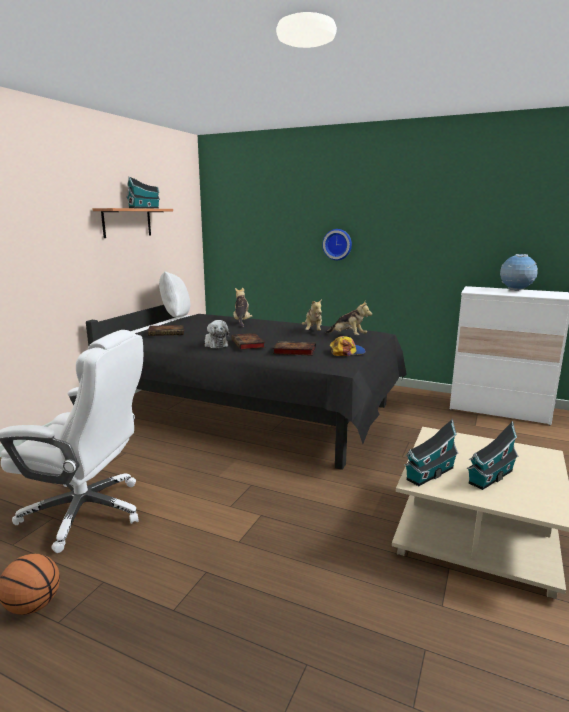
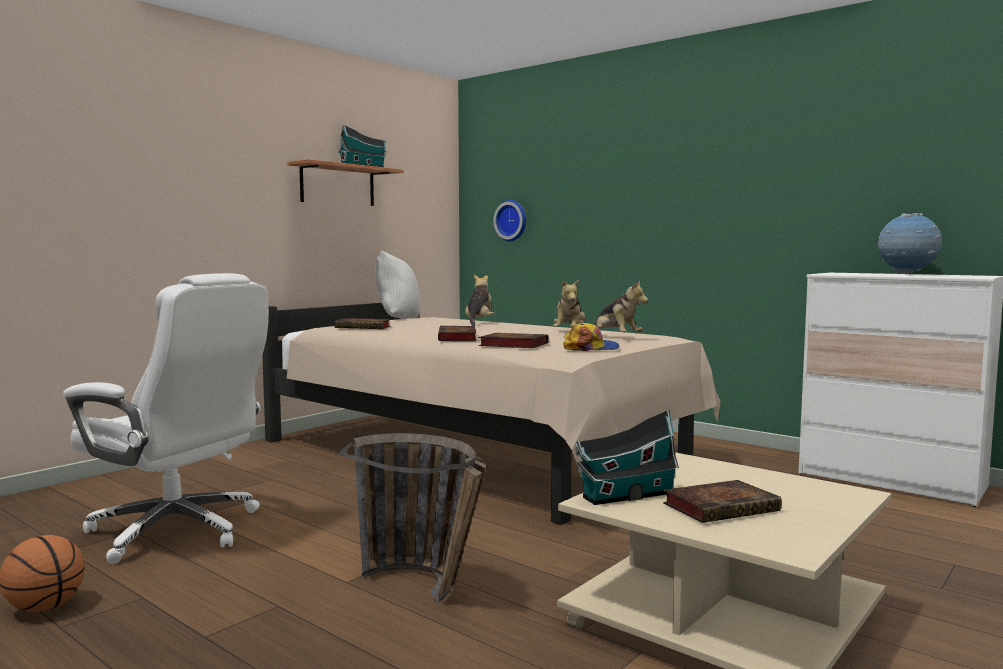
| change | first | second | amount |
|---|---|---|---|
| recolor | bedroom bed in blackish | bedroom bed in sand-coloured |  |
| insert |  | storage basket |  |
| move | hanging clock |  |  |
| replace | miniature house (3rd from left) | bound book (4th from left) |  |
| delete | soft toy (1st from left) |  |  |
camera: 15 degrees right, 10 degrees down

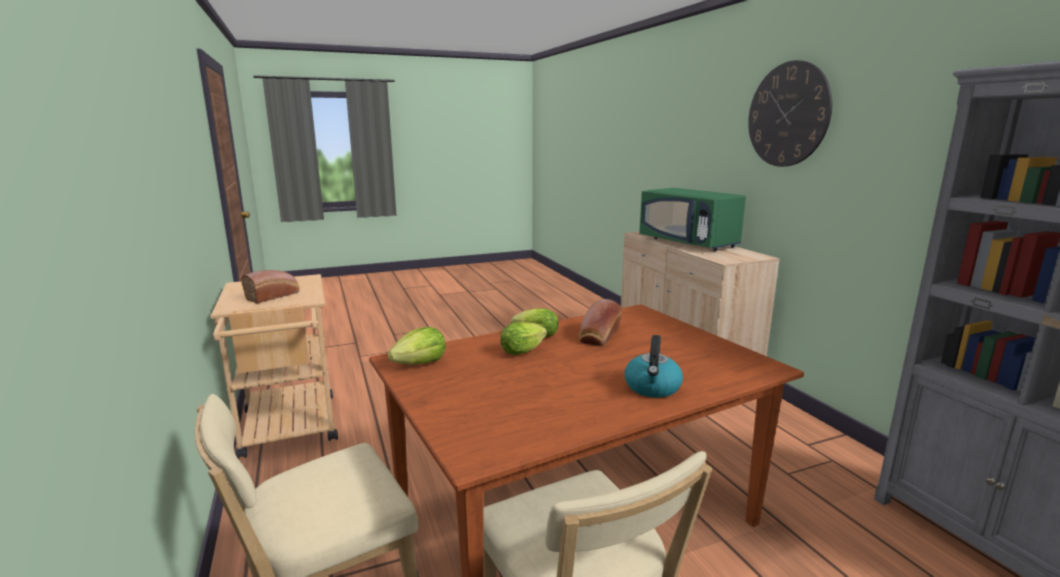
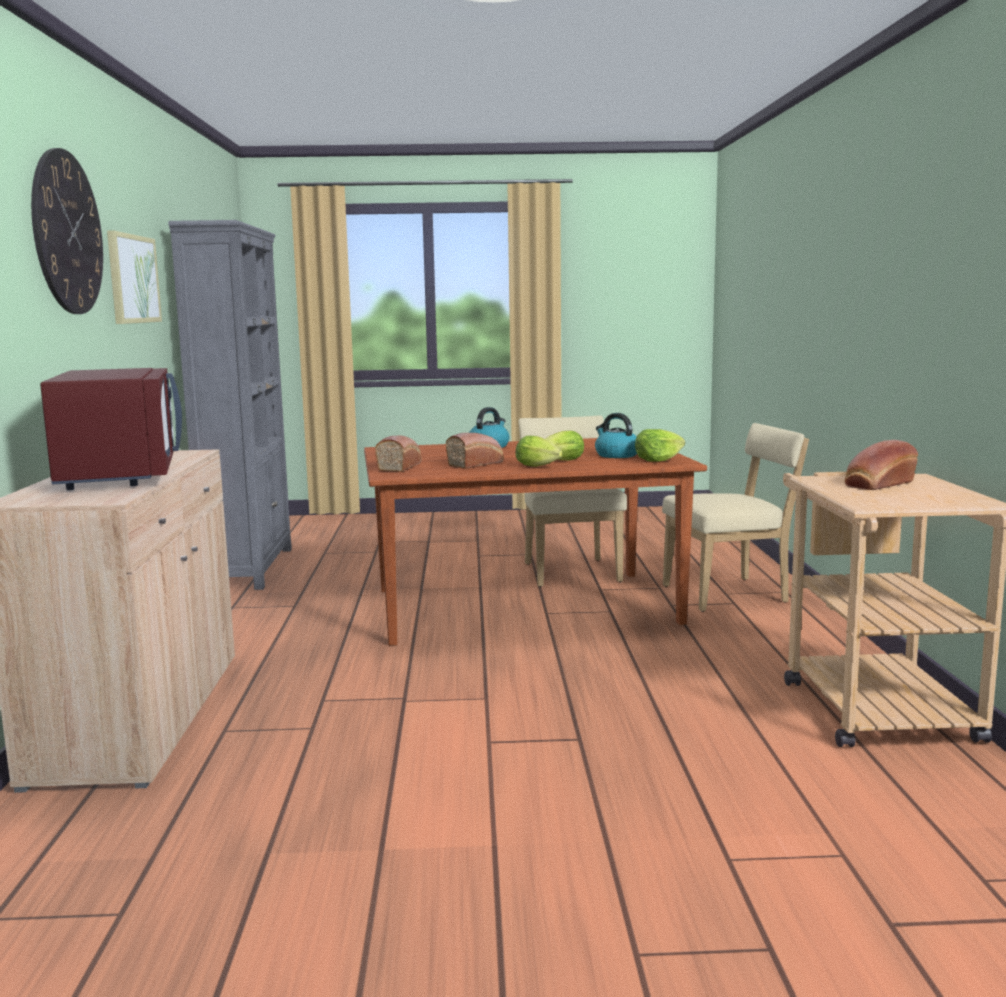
| change | first | second | amount |
|---|---|---|---|
| recolor | kitchen microwave in green | kitchen microwave in reddish |  |
| insert |  | picture |  |
| insert |  | bread (1st from left) |  |
| insert |  | kettle (2nd from left) |  |
camera: 160 degrees left, 5 degrees down

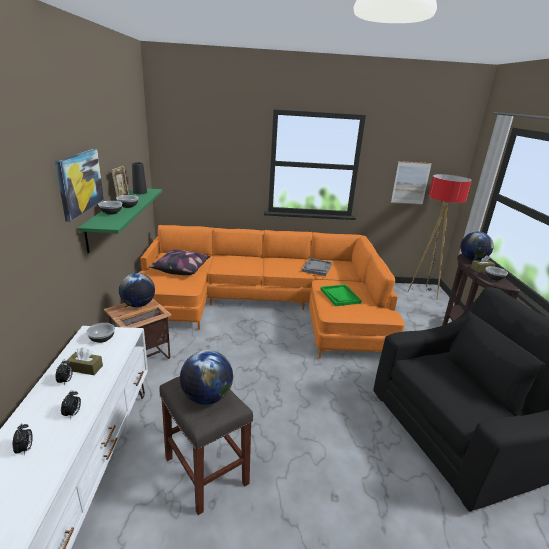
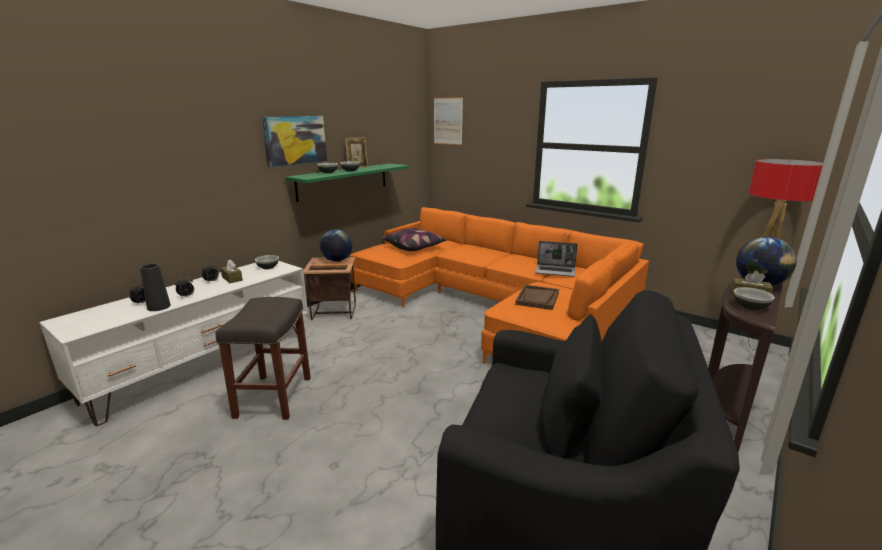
| change | first | second | amount |
|---|---|---|---|
| move | vase in blackish |  |  |
| move | picture (2nd from left) |  |  |
| recolor | serving tray in green | serving tray in brown |  |
| replace | serving tray in gray | portable computer |  |
| delete | world globe (2nd from left) |  |  |
camera: 40 degrees right, 5 degrees down

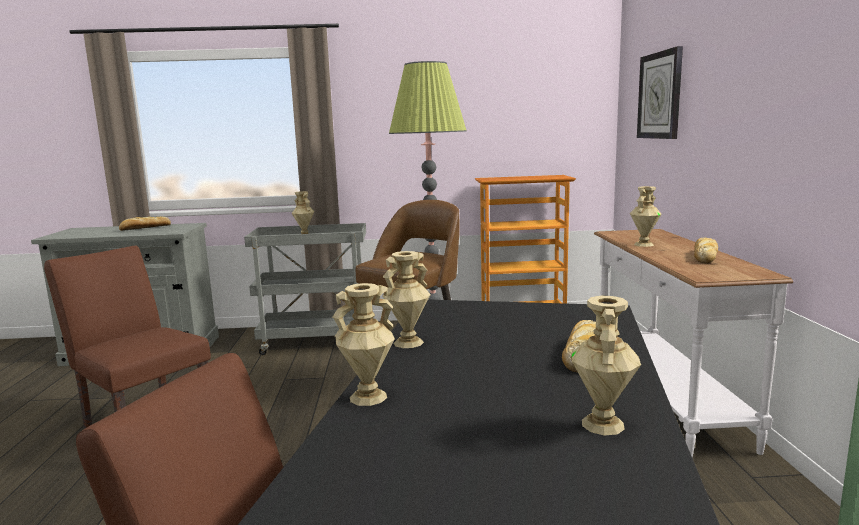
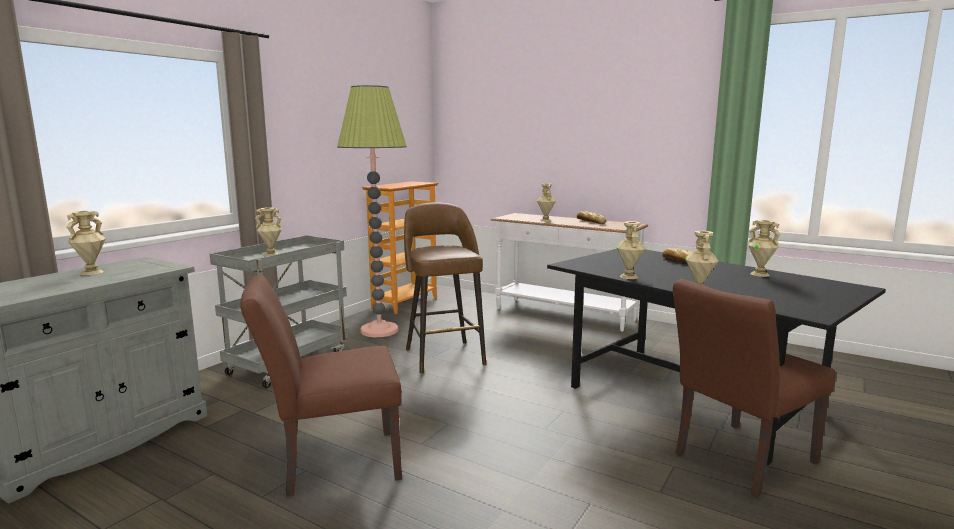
| change | first | second | amount |
|---|---|---|---|
| replace | bread (1st from left) | vase in sand-coloured (1st from left) |  |
| delete | hanging clock |  |  |
camera: 55 degrees left, 0 degrees up

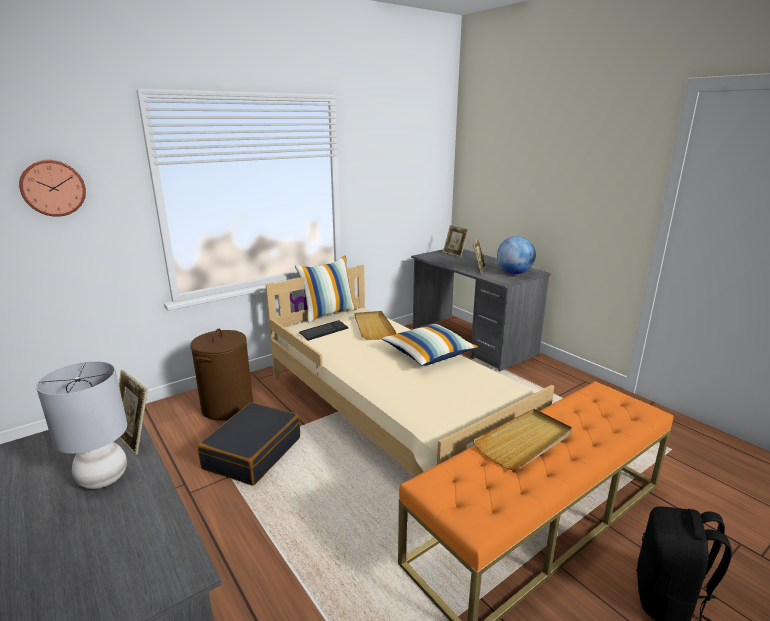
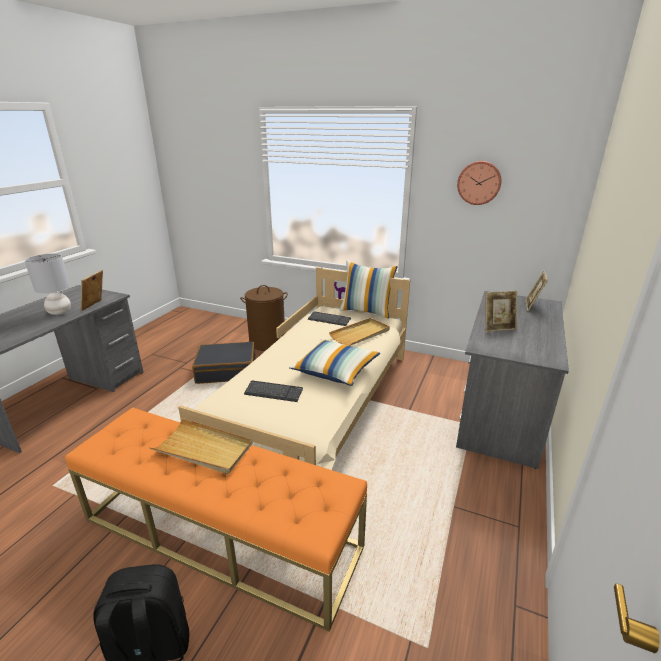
| change | first | second | amount |
|---|---|---|---|
| insert |  | computer keyboard (1st from left) |  |
| move | hanging clock |  |  |
| delete | world globe |  |  |
camera: 60 degrees right, 5 degrees up

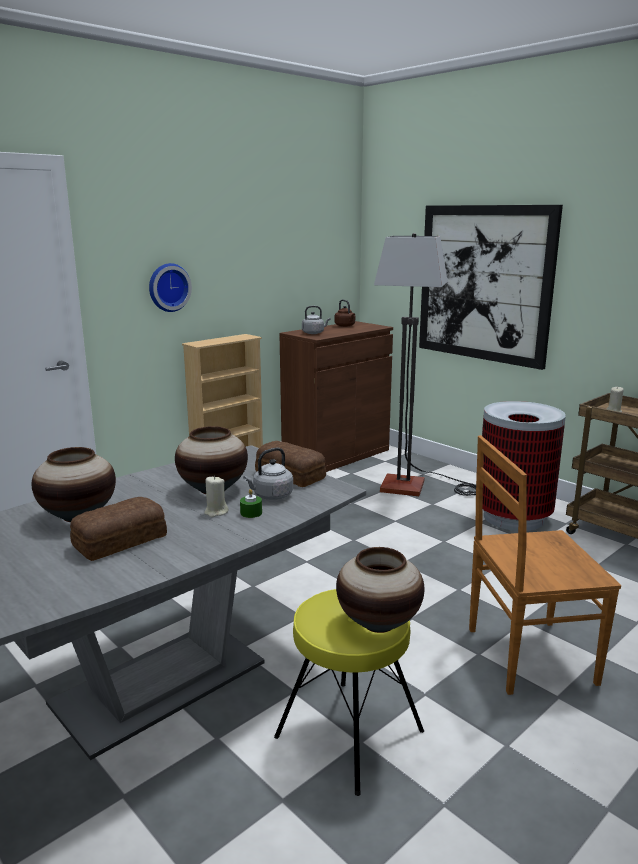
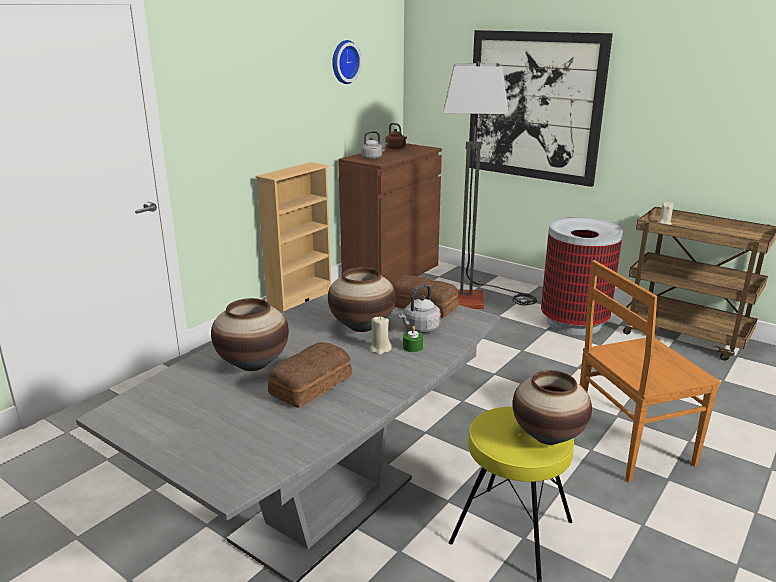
| change | first | second | amount |
|---|---|---|---|
| move | hanging clock |  |  |
camera: 10 degrees left, 5 degrees up

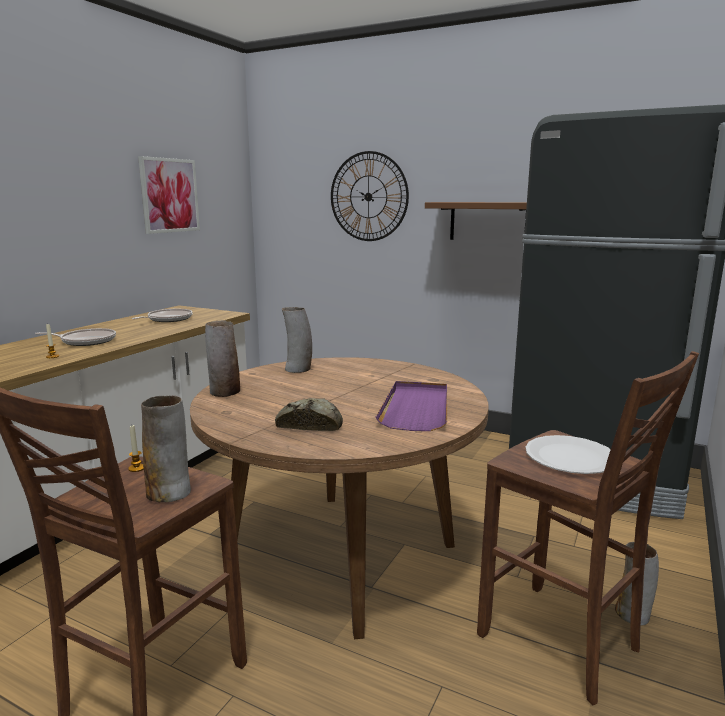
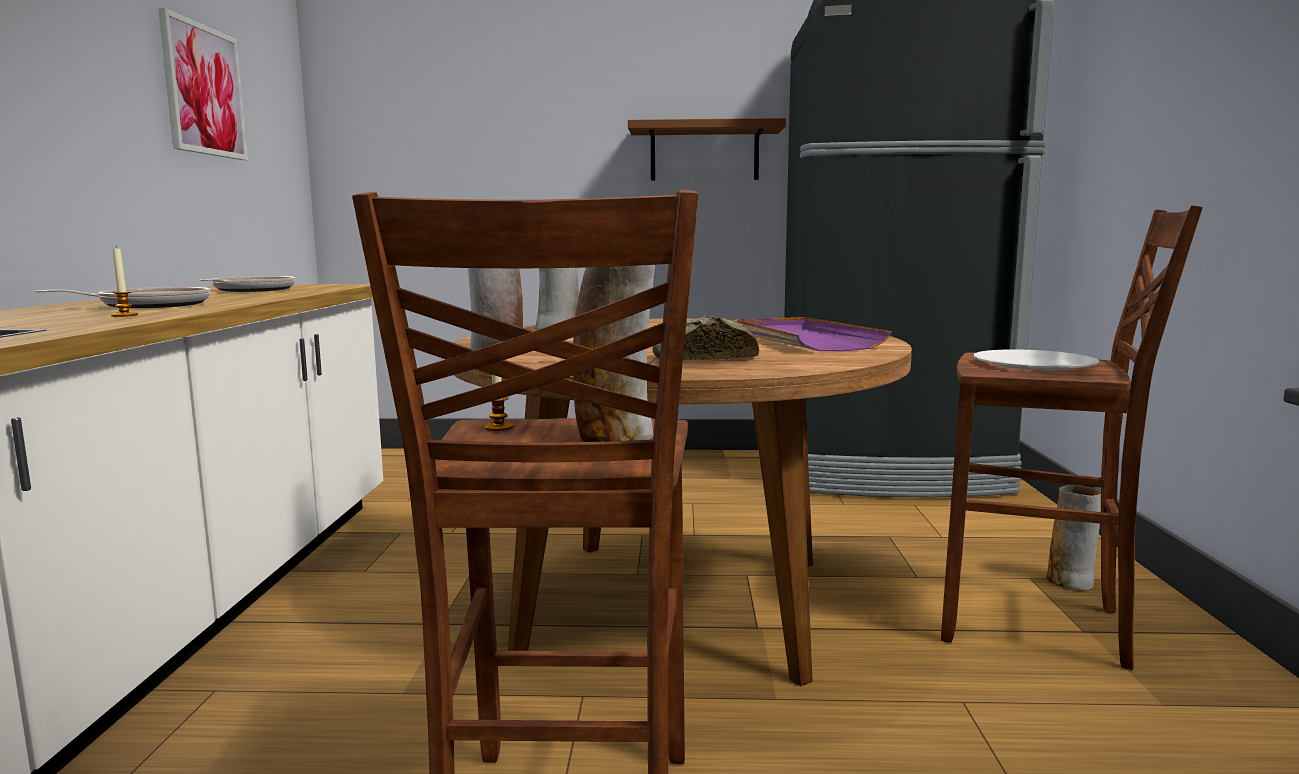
| change | first | second | amount |
|---|---|---|---|
| delete | hanging clock |  |  |
camera: 25 degrees left, 5 degrees down

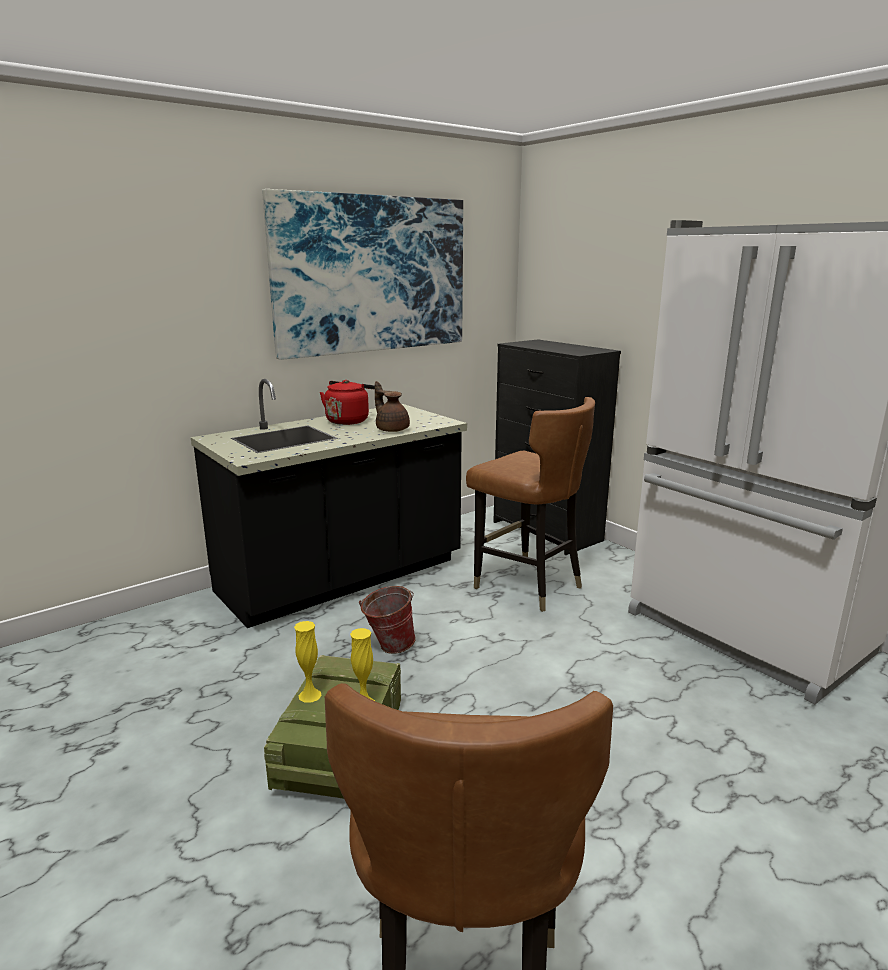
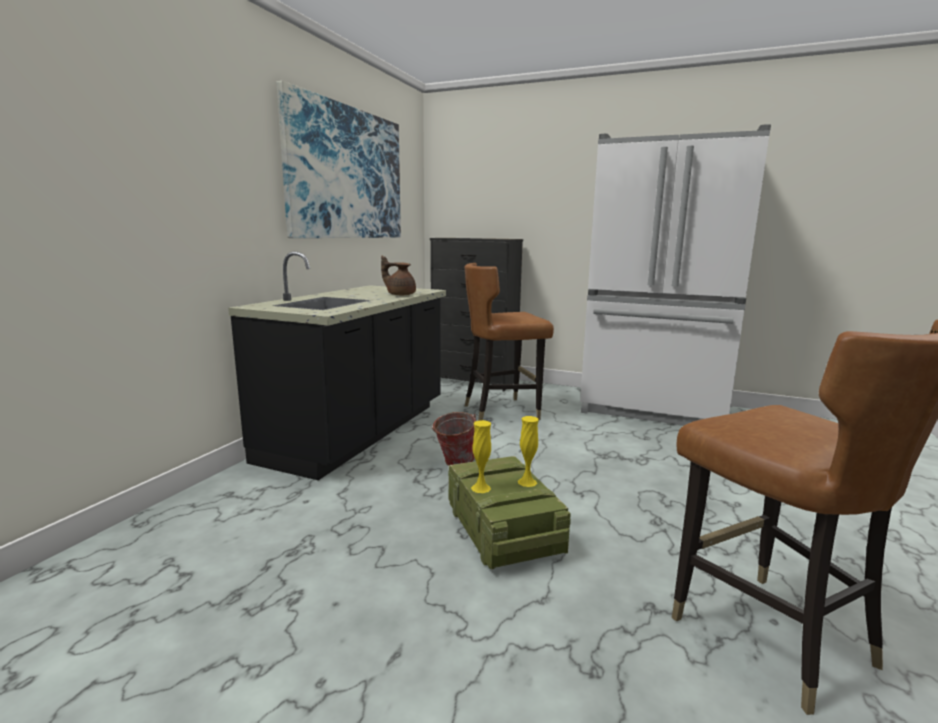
| change | first | second | amount |
|---|---|---|---|
| rotate | chair in brown (2nd from left in the first image) | chair in brown (1st from left) | 150 degrees clockwise |
| delete | kettle in reddish |  |  |
camera: 30 degrees left, 5 degrees down

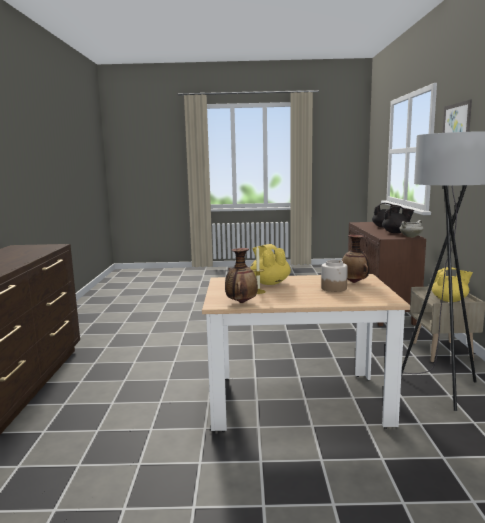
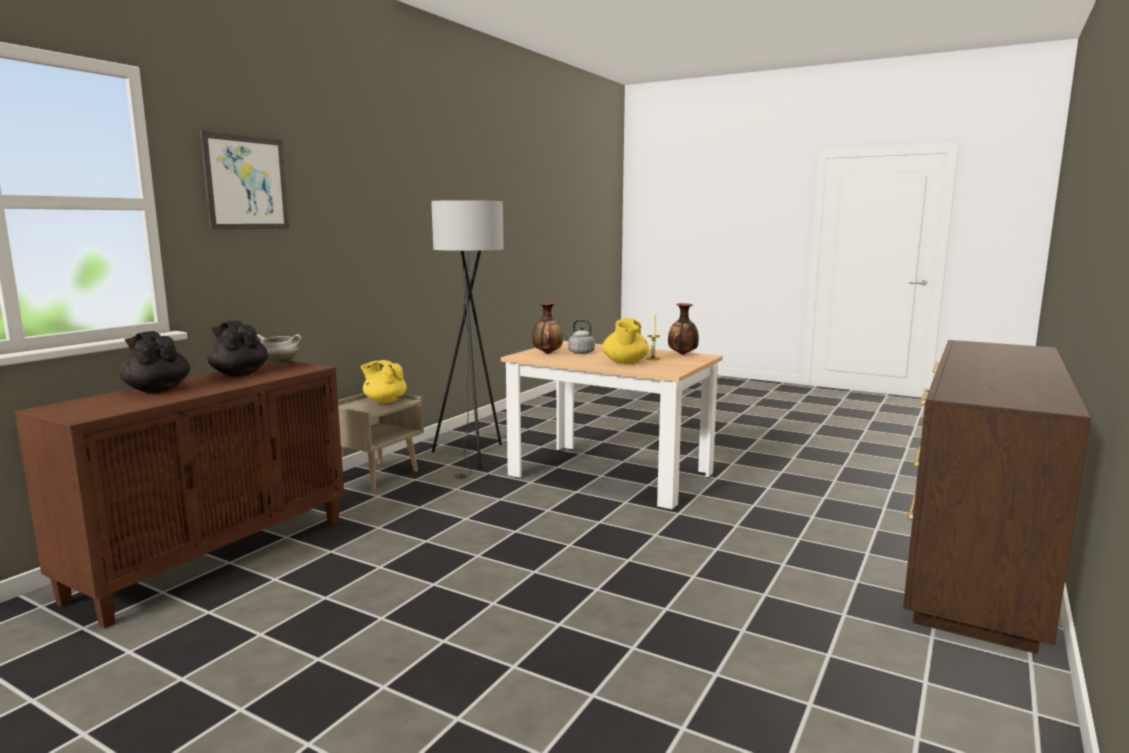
| change | first | second | amount |
|---|---|---|---|
| replace | preserve jar | kettle in gray |  |
camera: 150 degrees left, 0 degrees up

